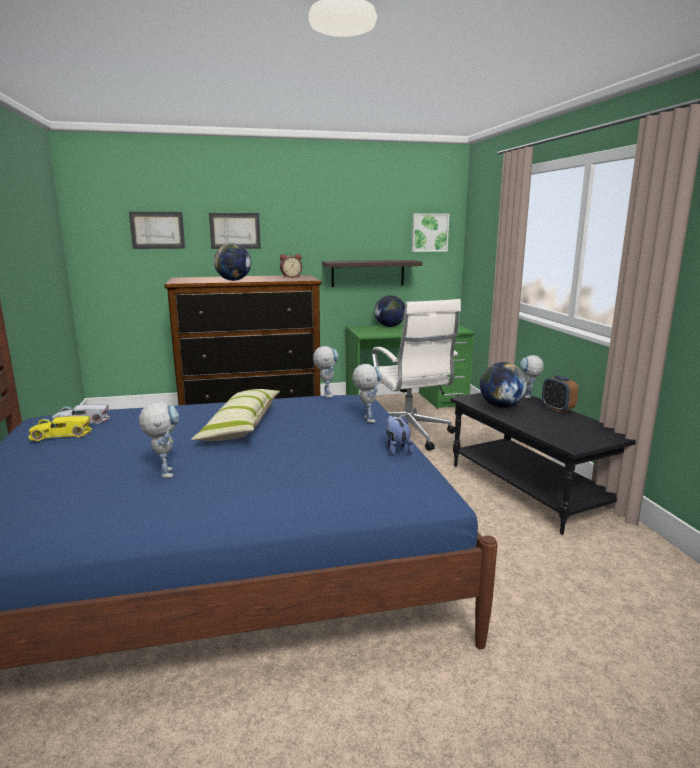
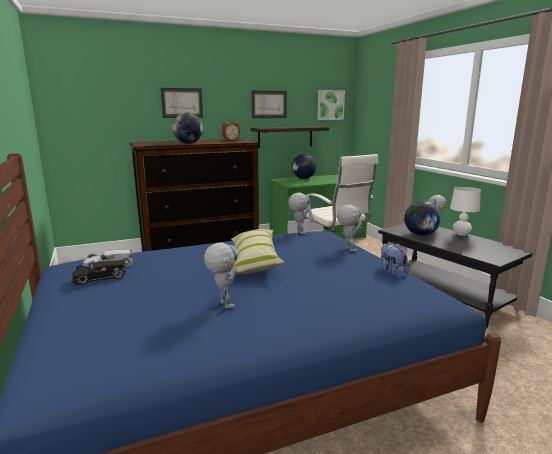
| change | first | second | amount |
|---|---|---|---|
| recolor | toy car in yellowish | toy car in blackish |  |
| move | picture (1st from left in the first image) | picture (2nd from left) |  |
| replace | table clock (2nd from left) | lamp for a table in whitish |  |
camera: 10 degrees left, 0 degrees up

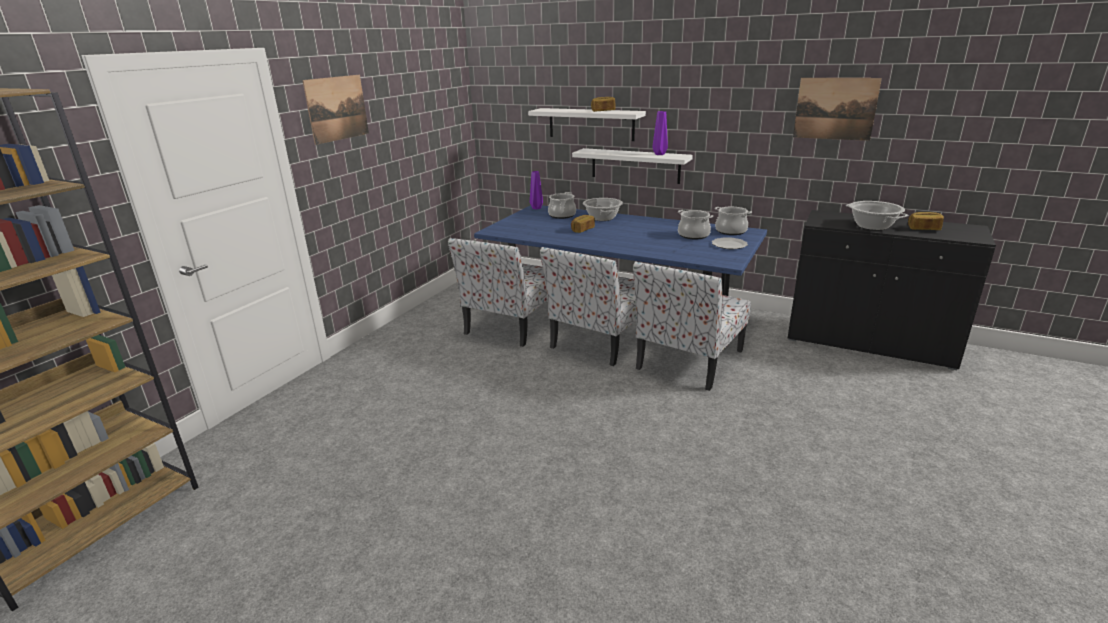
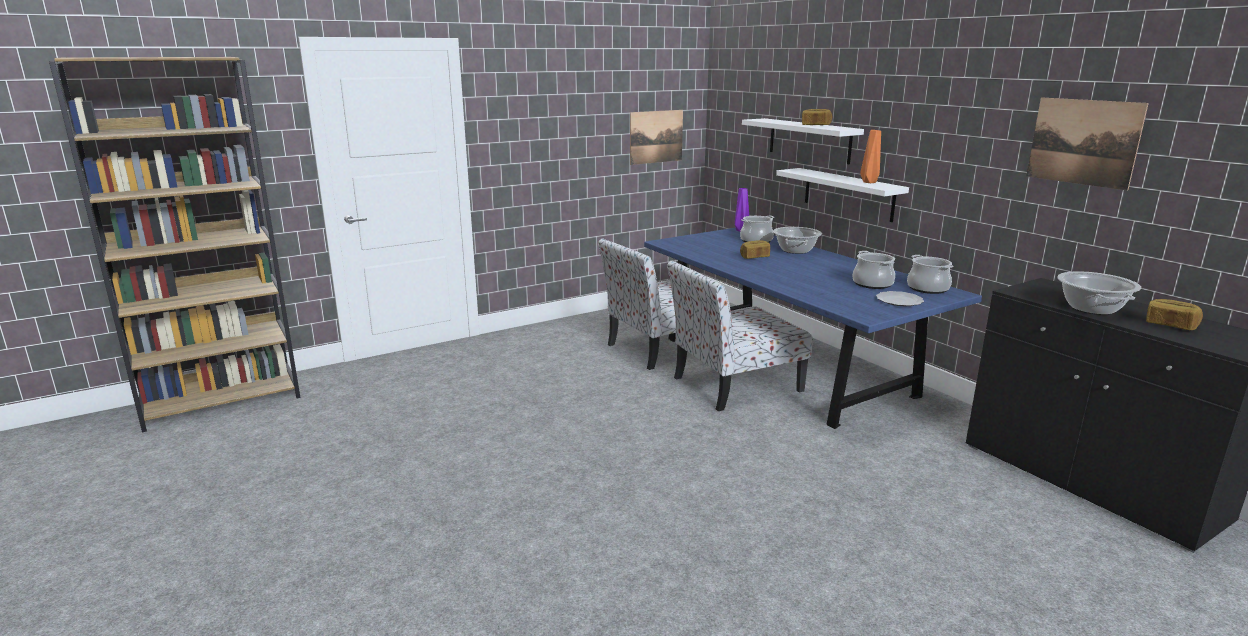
| change | first | second | amount |
|---|---|---|---|
| move | picture (1st from left) |  |  |
| recolor | vase in purple (2nd from left) | vase in orange-coloured |  |
| delete | chair (3rd from left) |  |  |
camera: 30 degrees right, 5 degrees down

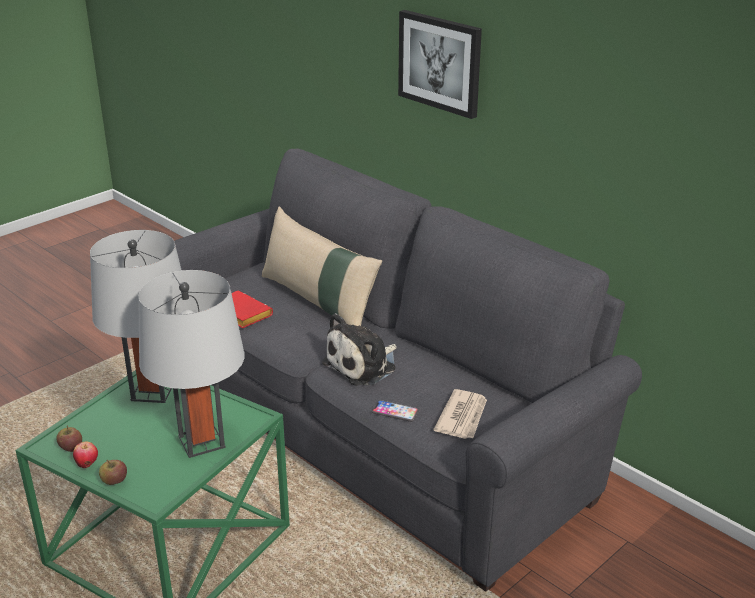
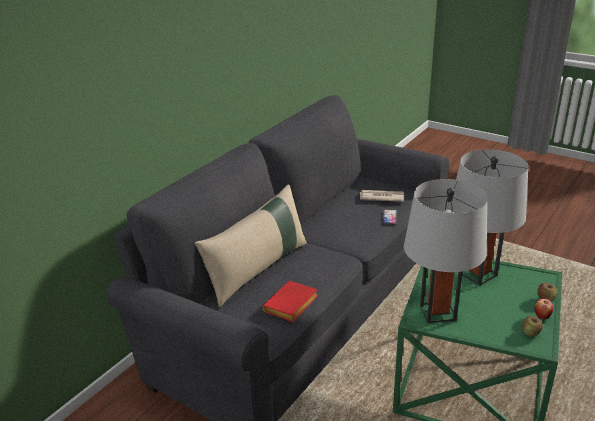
| change | first | second | amount |
|---|---|---|---|
| delete | soft toy |  |  |
| delete | picture |  |  |
camera: 100 degrees left, 0 degrees up

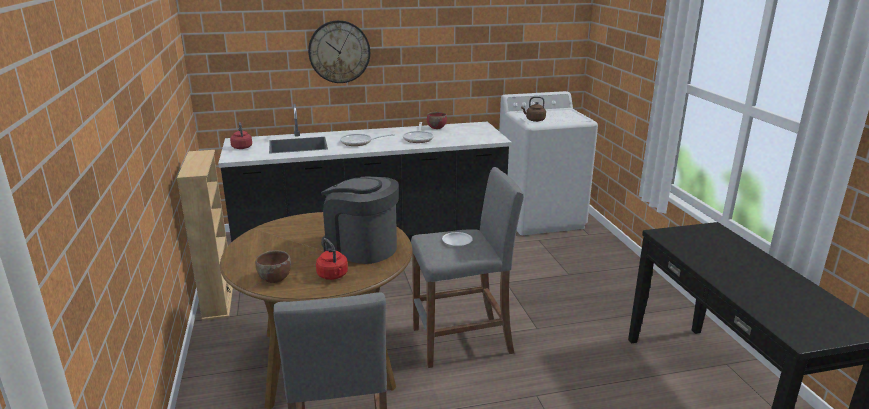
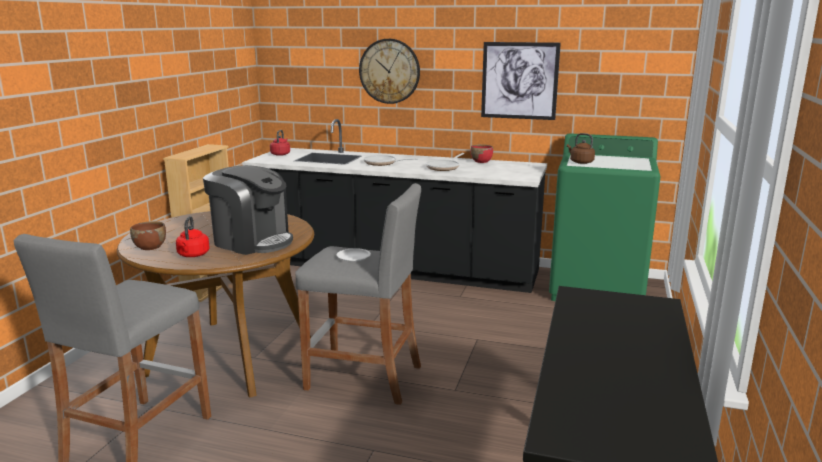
| change | first | second | amount |
|---|---|---|---|
| rotate | coffee brewer |  | 150 degrees clockwise |
| insert |  | picture |  |
| recolor | laundry machine in whitish | laundry machine in green |  |
camera: 30 degrees right, 5 degrees down

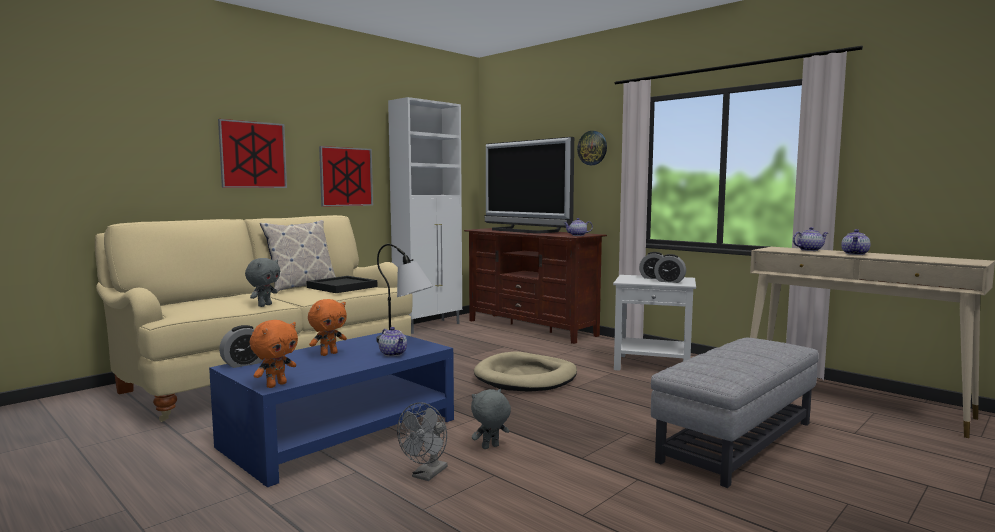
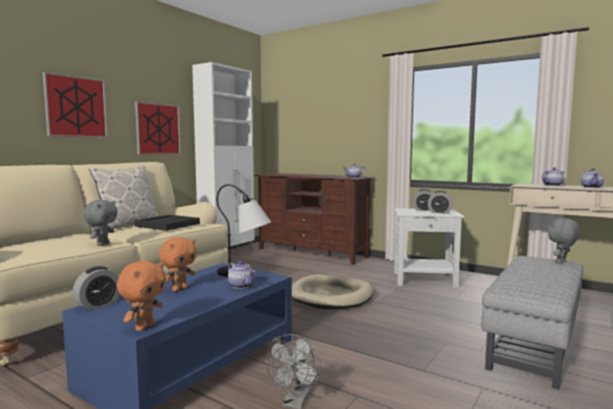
| change | first | second | amount |
|---|---|---|---|
| move | soft toy in gray (2nd from left) |  |  |
| delete | TV |  |  |
| delete | hanging clock |  |  |
camera: 10 degrees left, 0 degrees up

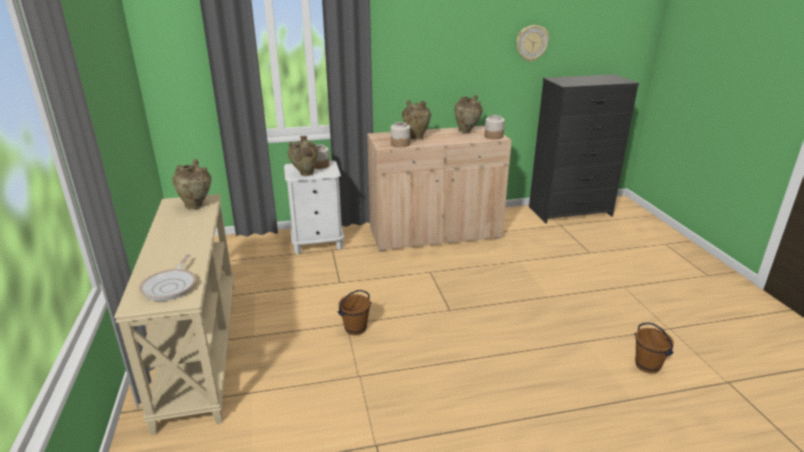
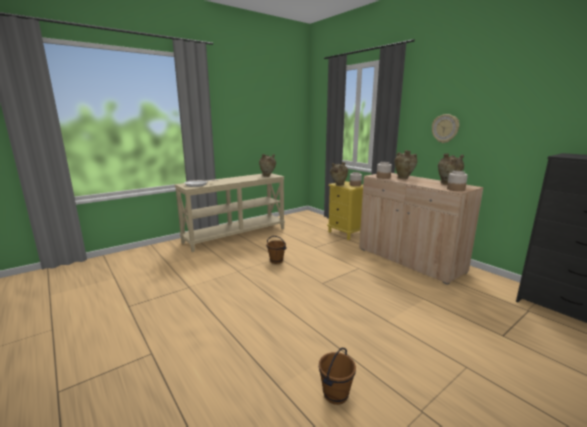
| change | first | second | amount |
|---|---|---|---|
| recolor | night table in whitish | night table in yellowish |  |
| move | hanging clock |  |  |
camera: 65 degrees right, 10 degrees down

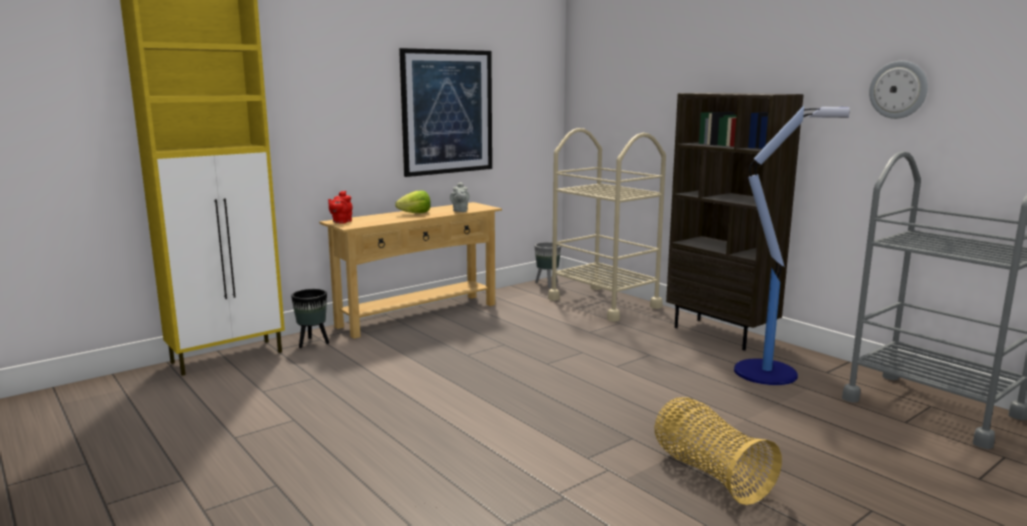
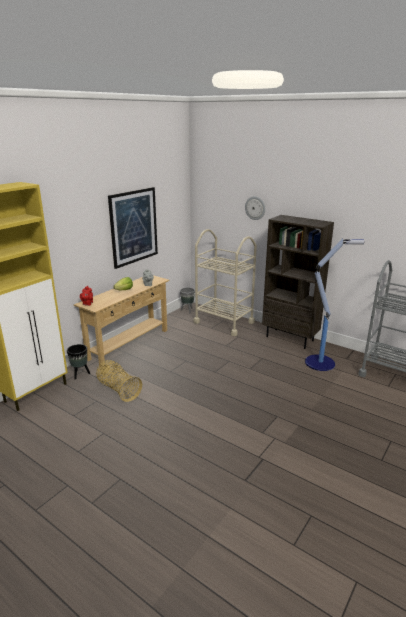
| change | first | second | amount |
|---|---|---|---|
| move | storage basket |  |  |
| move | hanging clock |  |  |
camera: 15 degrees left, 10 degrees up

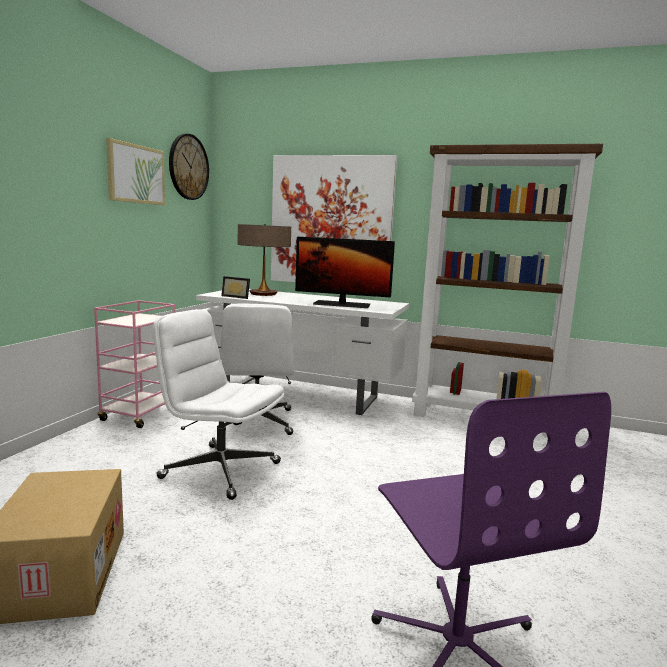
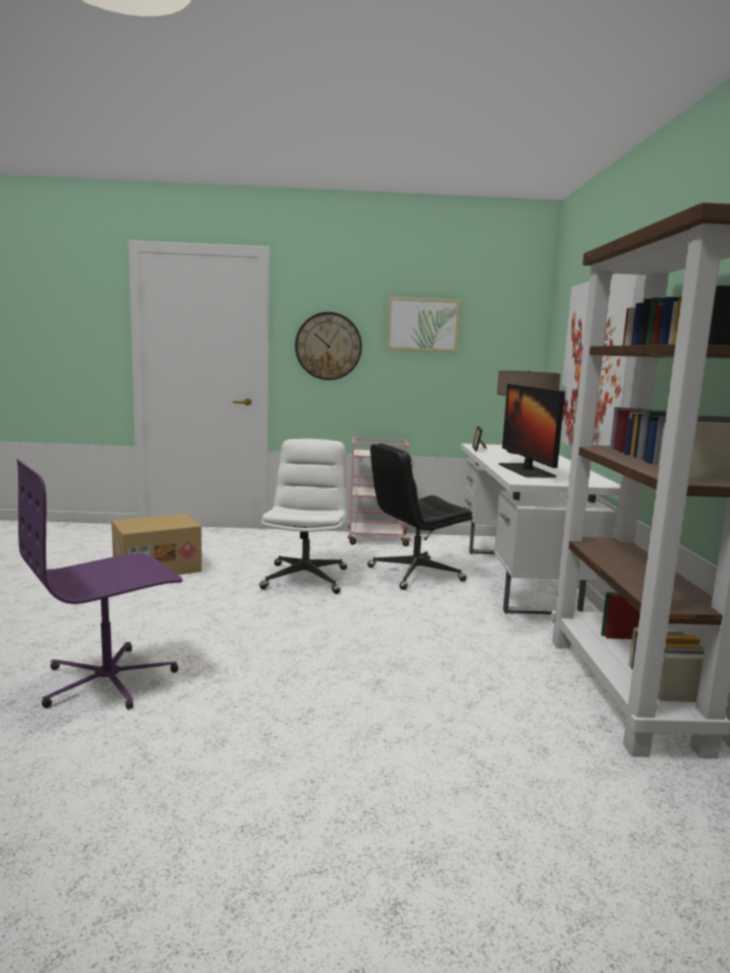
| change | first | second | amount |
|---|---|---|---|
| move | hanging clock |  |  |
| recolor | desk chair in whitish (2nd from left) | desk chair in blackish |  |
camera: 70 degrees right, 0 degrees up

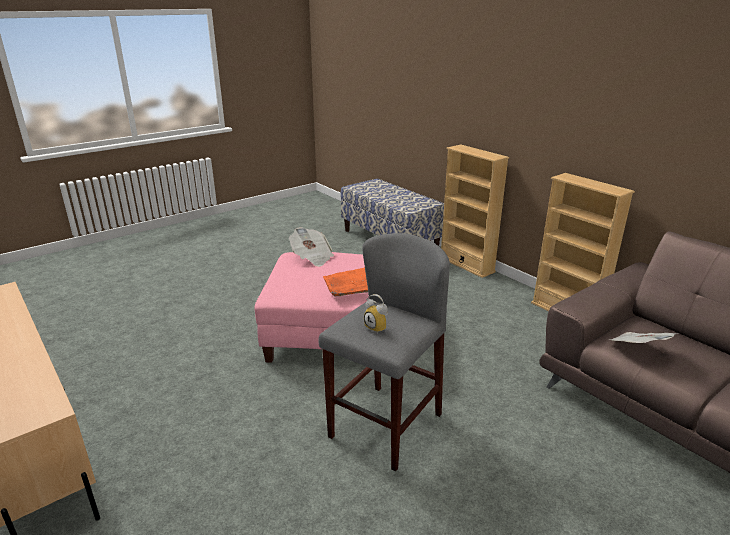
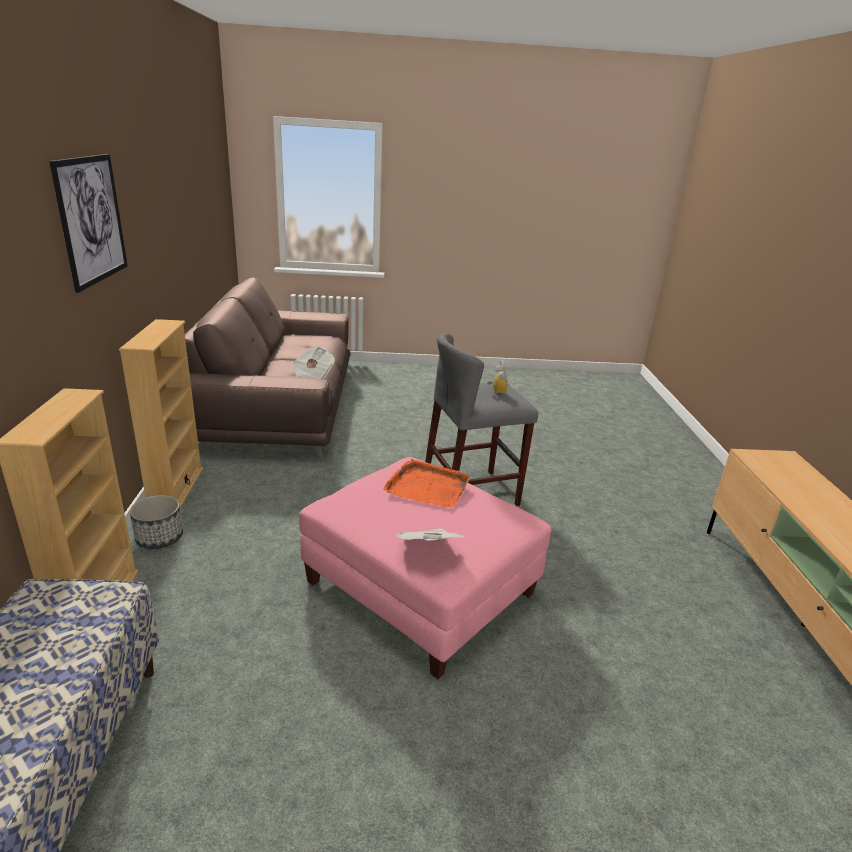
| change | first | second | amount |
|---|---|---|---|
| insert |  | picture |  |
| insert |  | plant pot |  |
camera: 145 degrees left, 0 degrees up

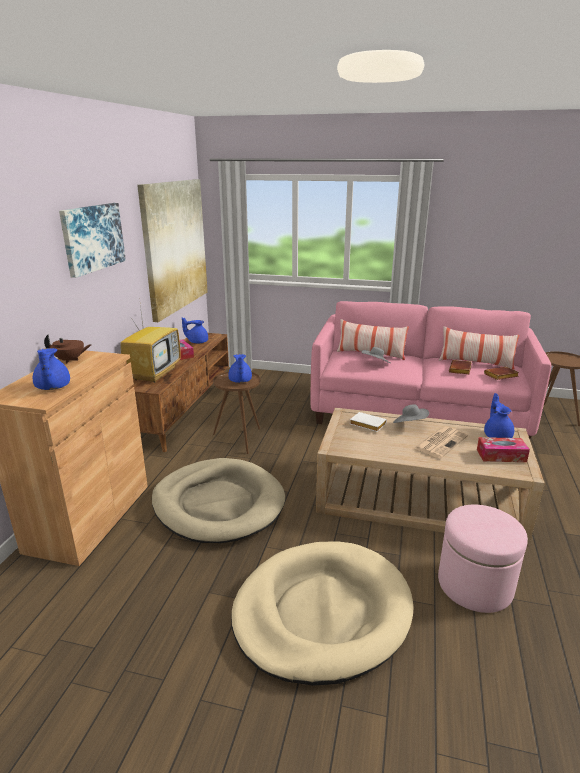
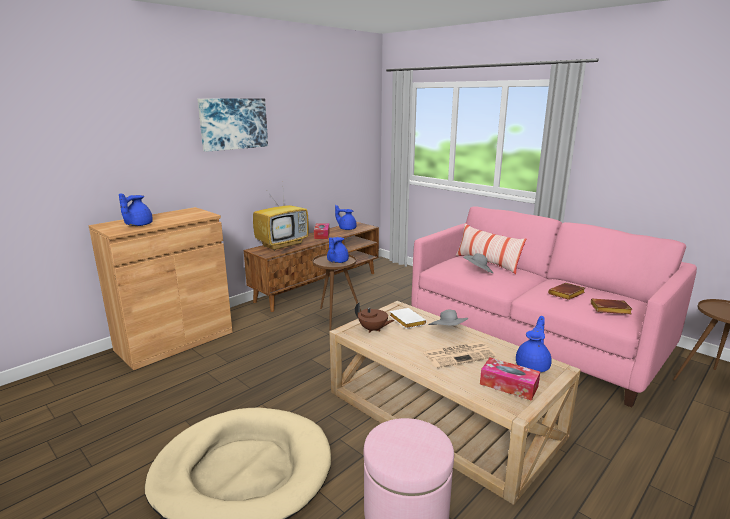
| change | first | second | amount |
|---|---|---|---|
| move | teapot in brown |  |  |
| delete | picture (2nd from left) |  |  |
| delete | dog cushion in sand-coloured (1st from left) |  |  |
| delete | pillow (2nd from left) |  |  |
camera: 30 degrees right, 5 degrees down

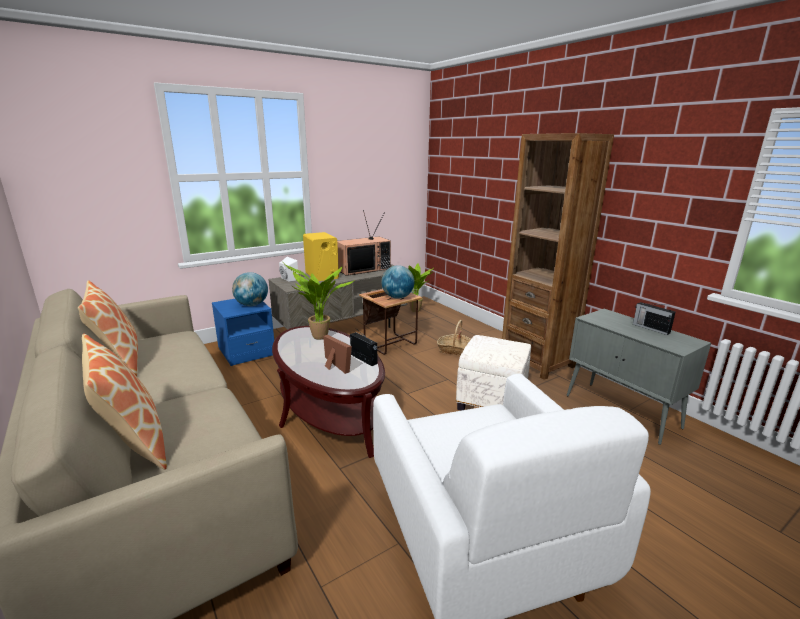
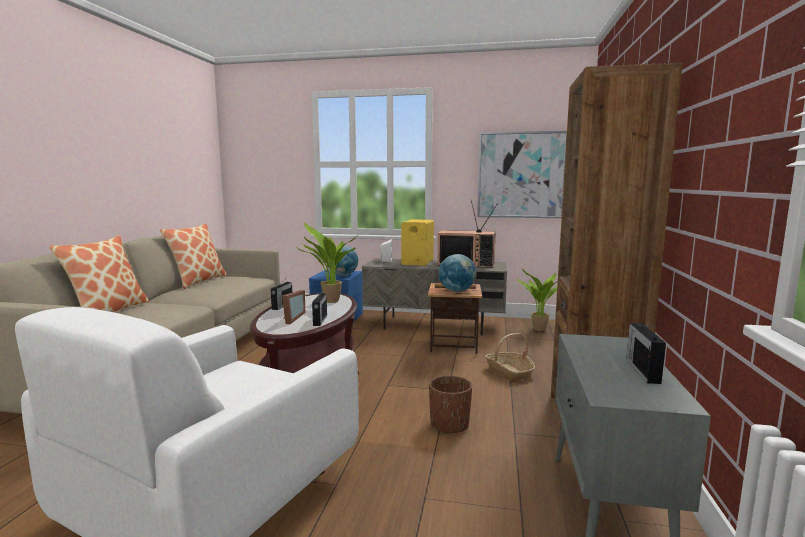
| change | first | second | amount |
|---|---|---|---|
| insert |  | radio (1st from left) |  |
| replace | pouffe in whitish | plant pot in brown |  |
| insert |  | picture |  |
camera: 45 degrees right, 10 degrees down

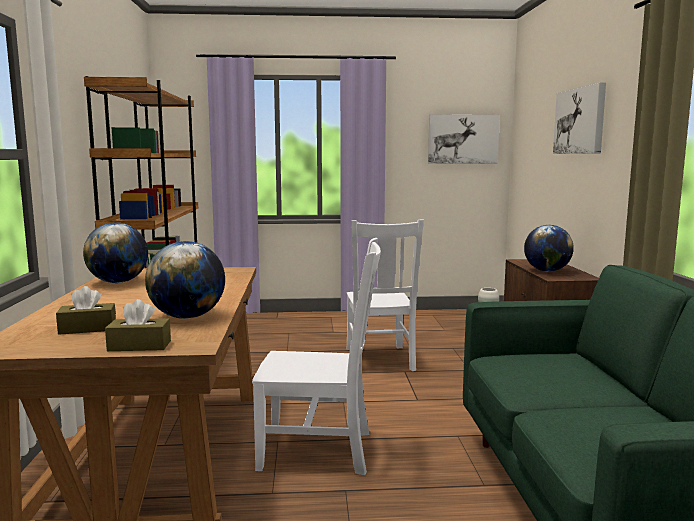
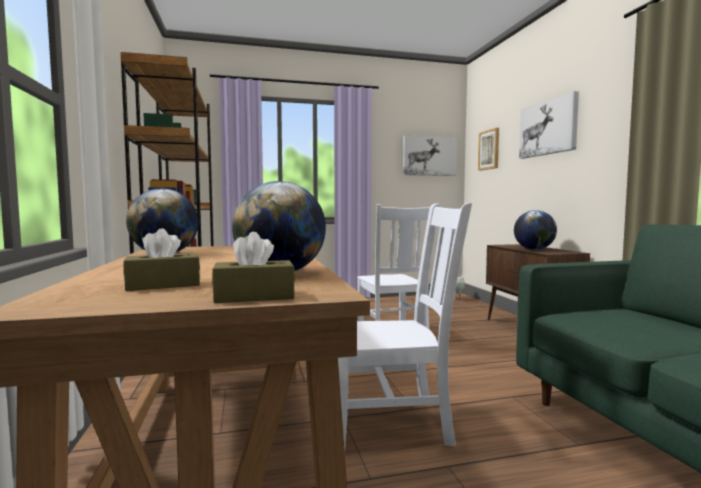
| change | first | second | amount |
|---|---|---|---|
| insert |  | picture (2nd from left) |  |
camera: 10 degrees left, 5 degrees down

